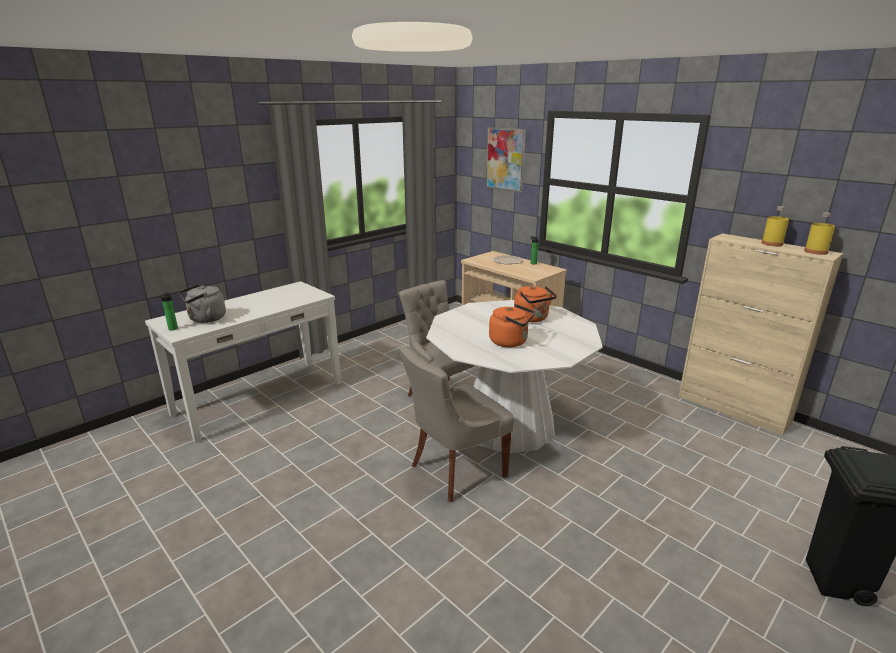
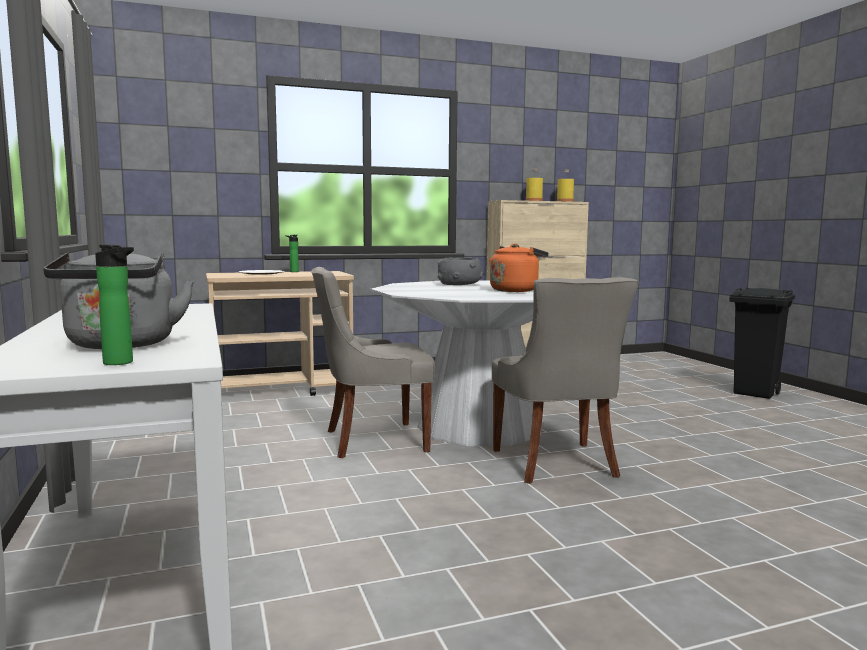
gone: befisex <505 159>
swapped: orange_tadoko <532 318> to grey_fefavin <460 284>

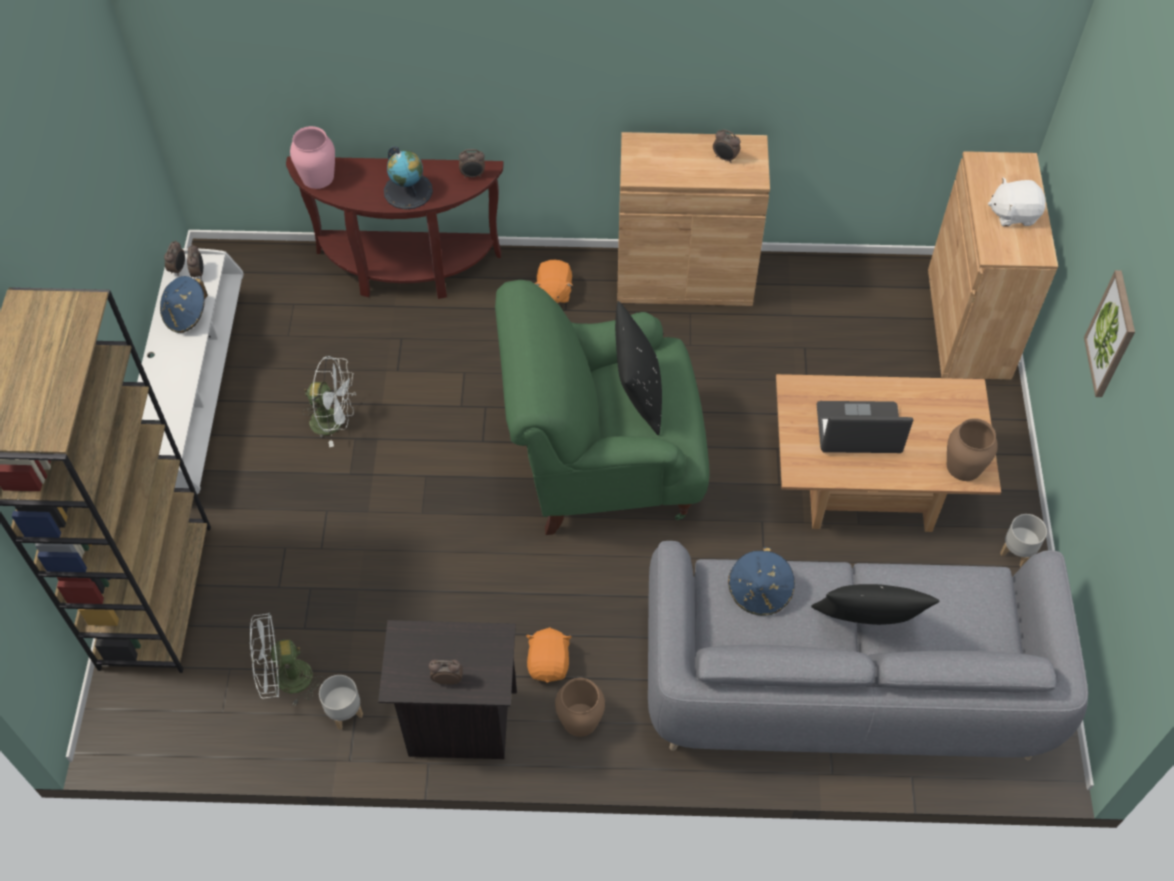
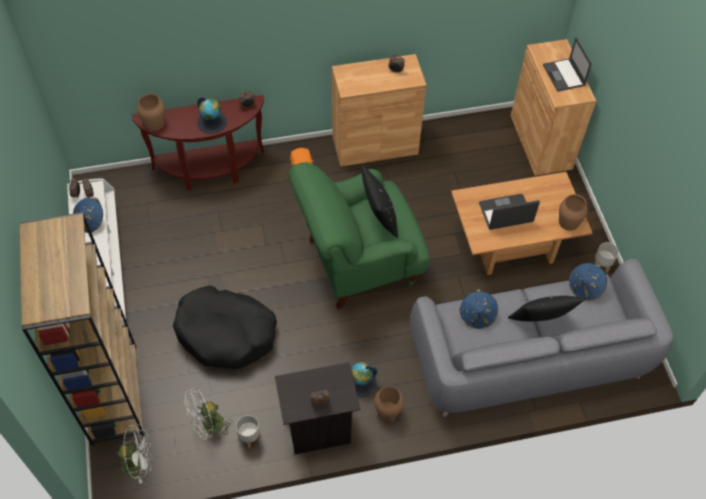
gone: befisex <1111 334>
new: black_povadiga <226 333>; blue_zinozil <585 287>
shifted: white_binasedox <334 421> to <138 463>
swapped: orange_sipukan <549 663> to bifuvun <360 382>; white_sipukan <1013 214> to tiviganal <564 75>
repainted: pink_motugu <318 177> to brown_motugu <154 123>

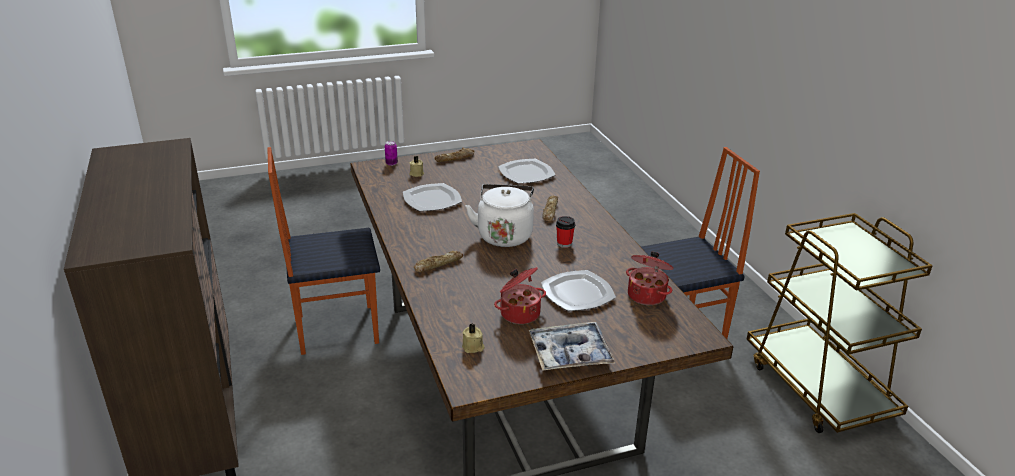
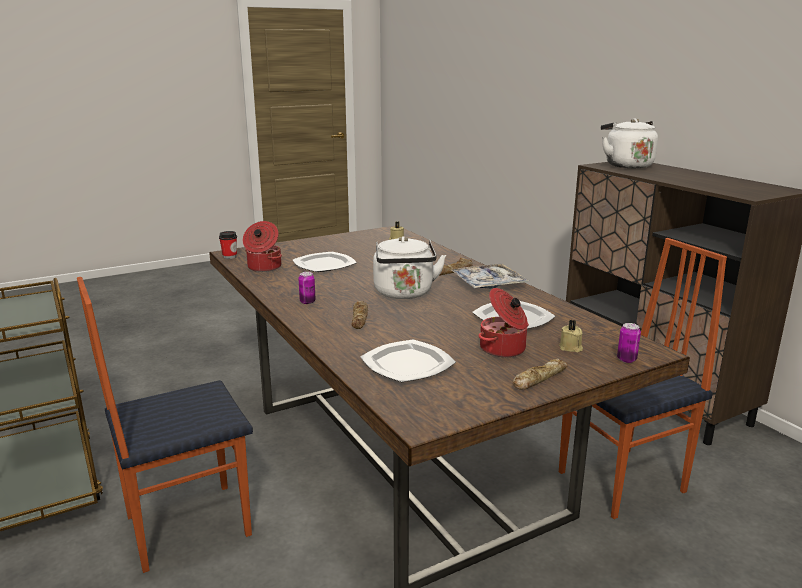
new: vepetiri <307 302>; white_tadoko <626 165>
shifted: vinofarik <519 313> to <503 349>; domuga <570 353> to <488 283>; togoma <564 243> to <229 256>

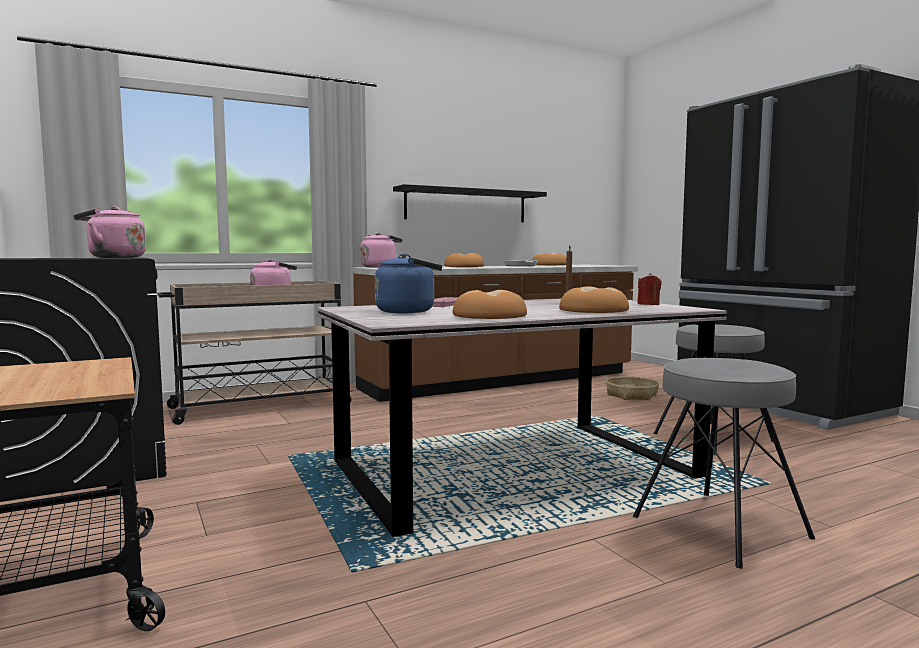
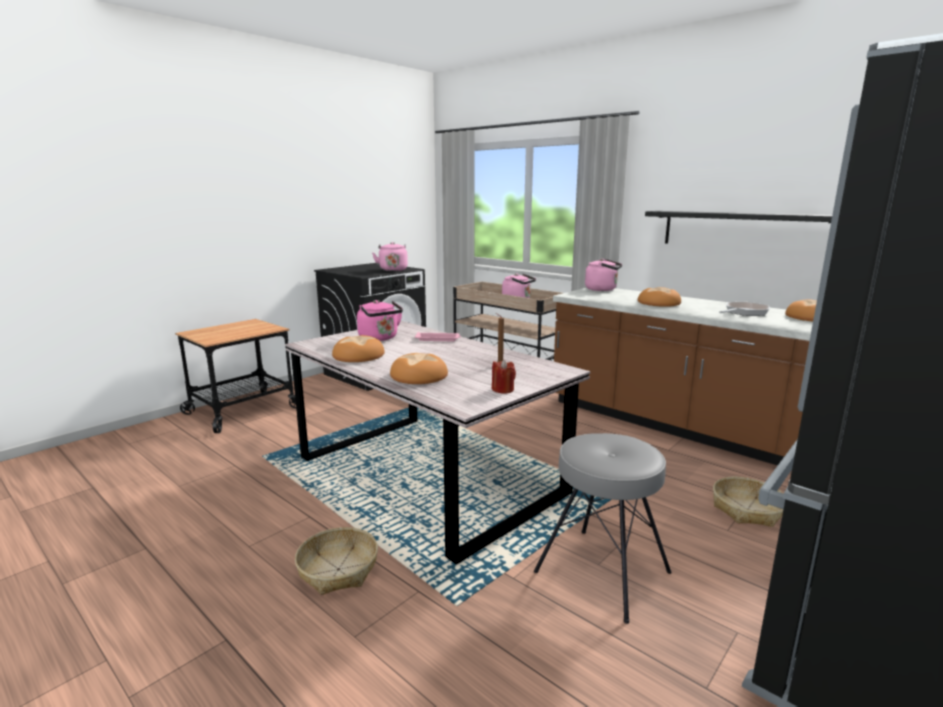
swapped: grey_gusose <719 527> to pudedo <338 569>
repainted: blue_tadoko <409 311> to pink_tadoko <380 338>

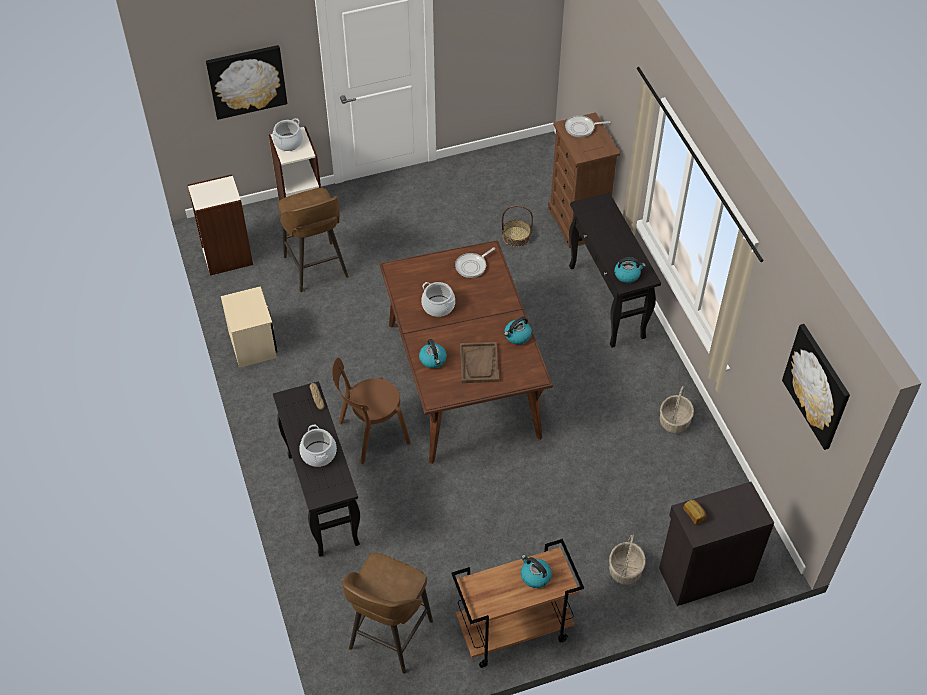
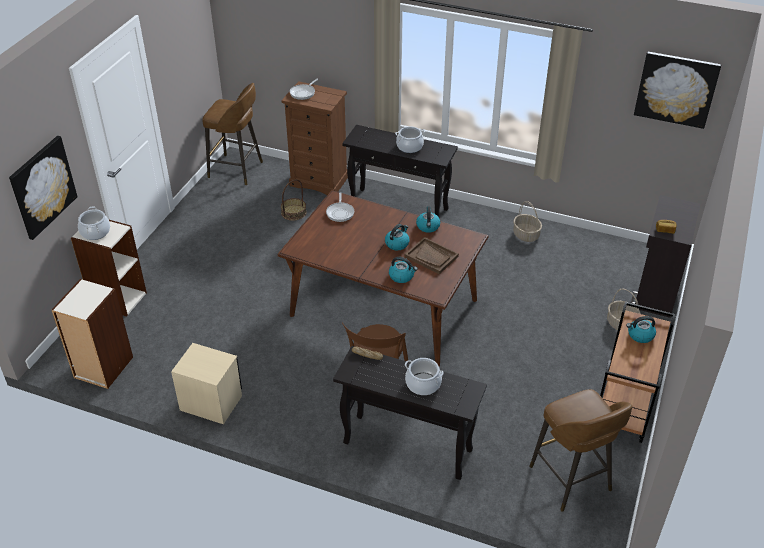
shifted: brown_gusose <316 268> to <237 170>; vinofarik <438 306> to <409 147>; tadoko <627 275> to <397 243>

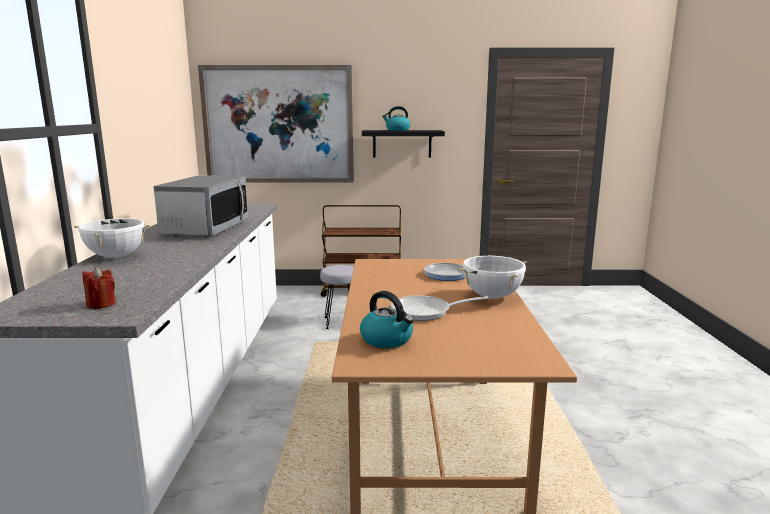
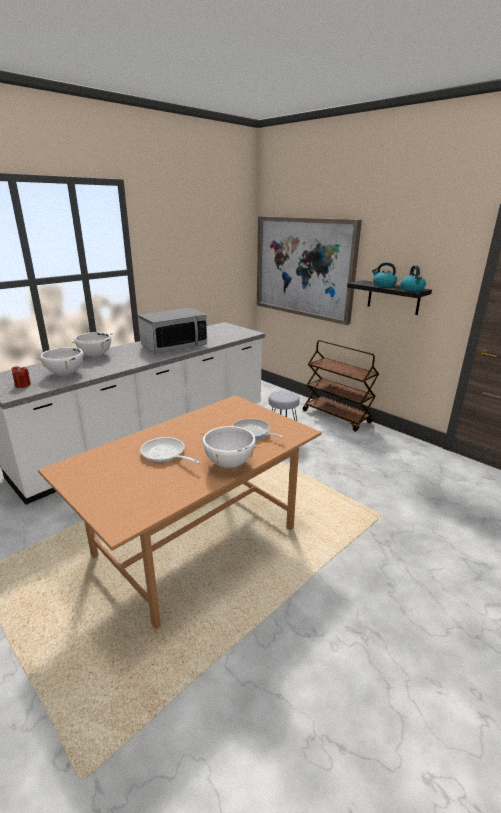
new: white_vinofarik <65 373>
shifted: tadoko <387 340> to <412 289>

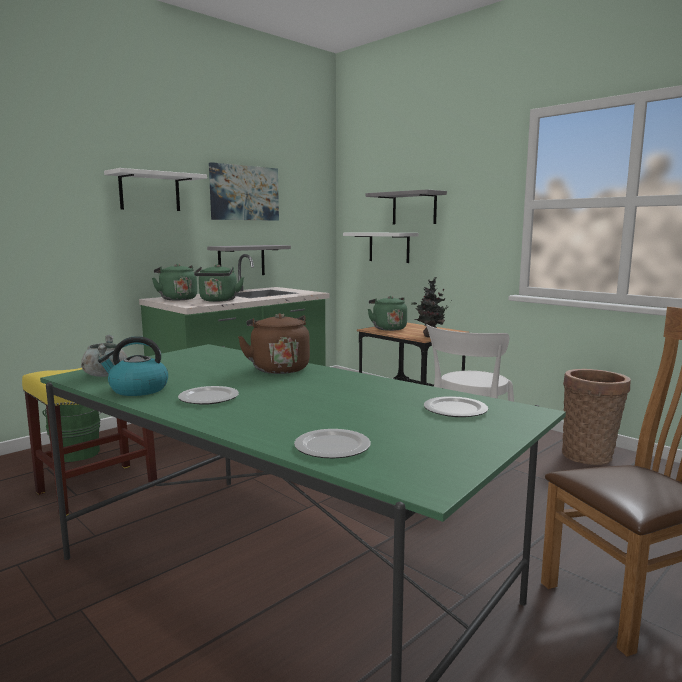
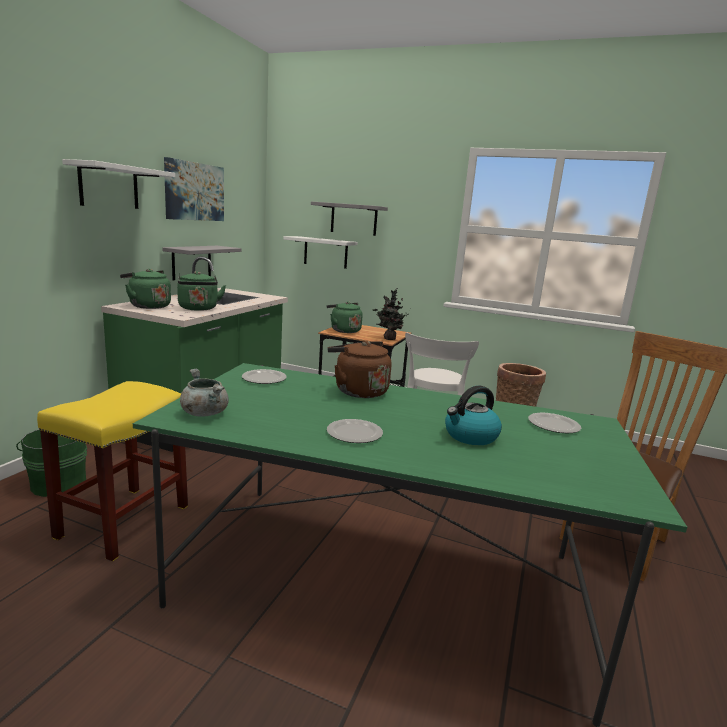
shifted: tadoko <138 390> to <470 436>; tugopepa <333 447> to <265 379>

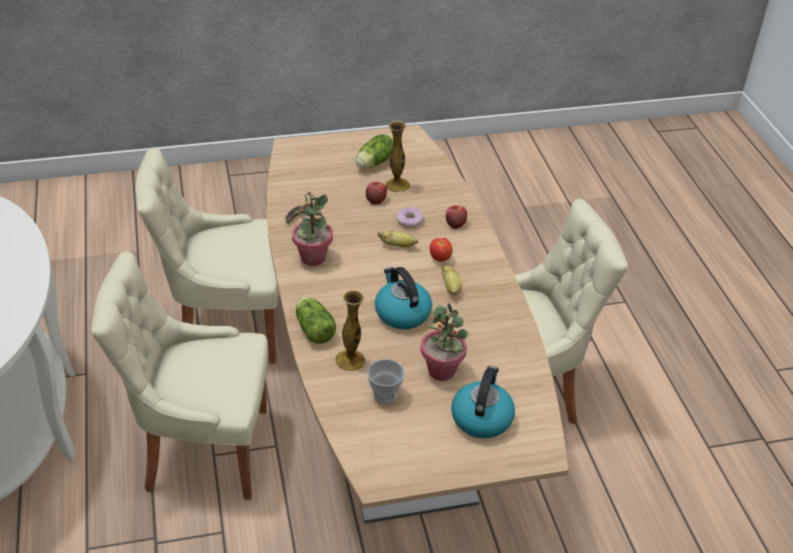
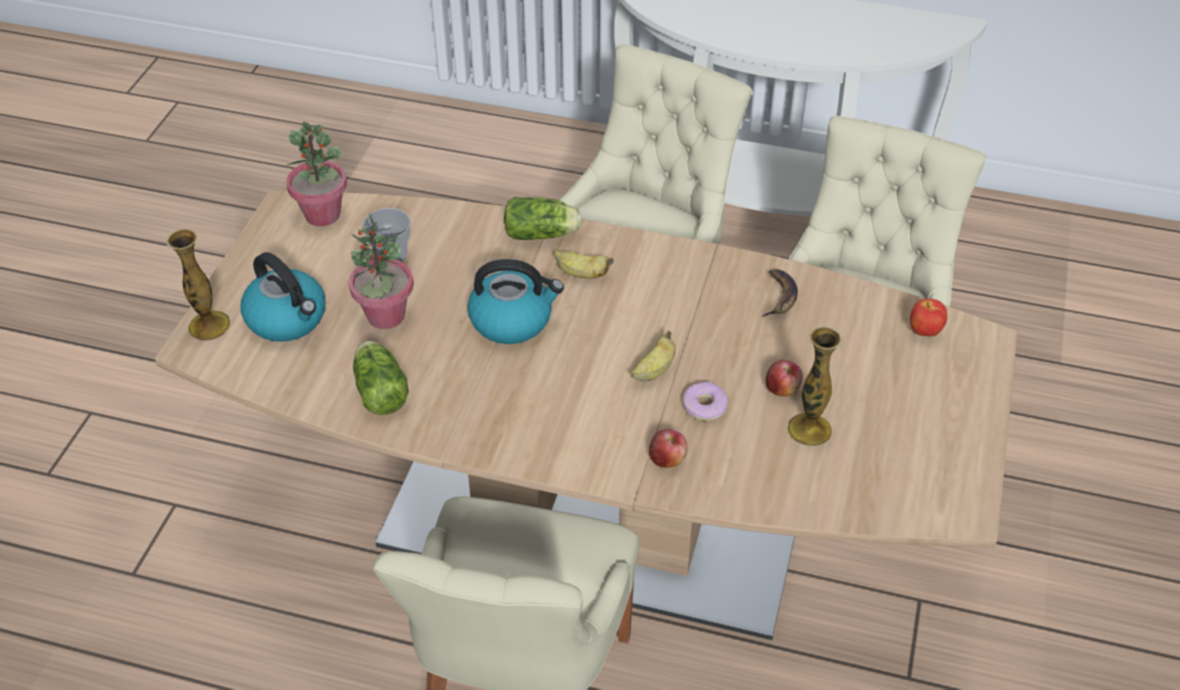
shifted: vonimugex <312 258> to <323 214>; motugu <350 360> to <209 325>; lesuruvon <373 163> to <380 389>; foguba <440 259> to <924 332>; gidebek <451 288> to <581 274>

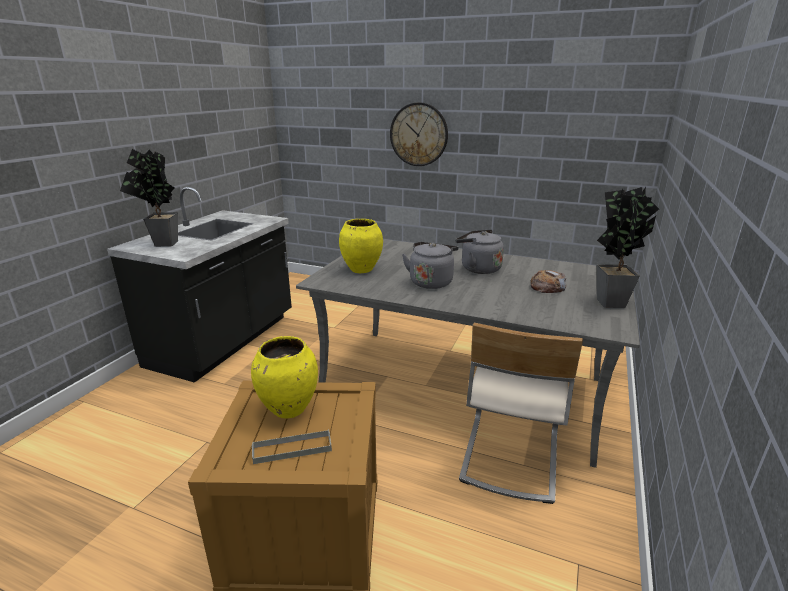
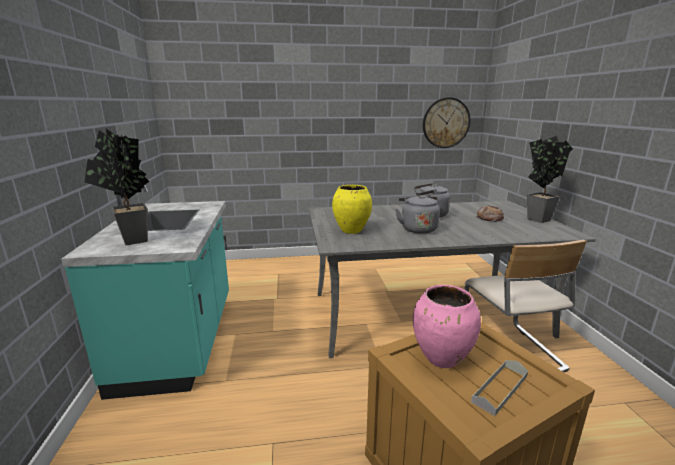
shifted: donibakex <418 134> to <446 123>
repainted: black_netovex <224 341> to turquoise_netovex <180 340>; yellow_motugu <289 409> to pink_motugu <442 359>

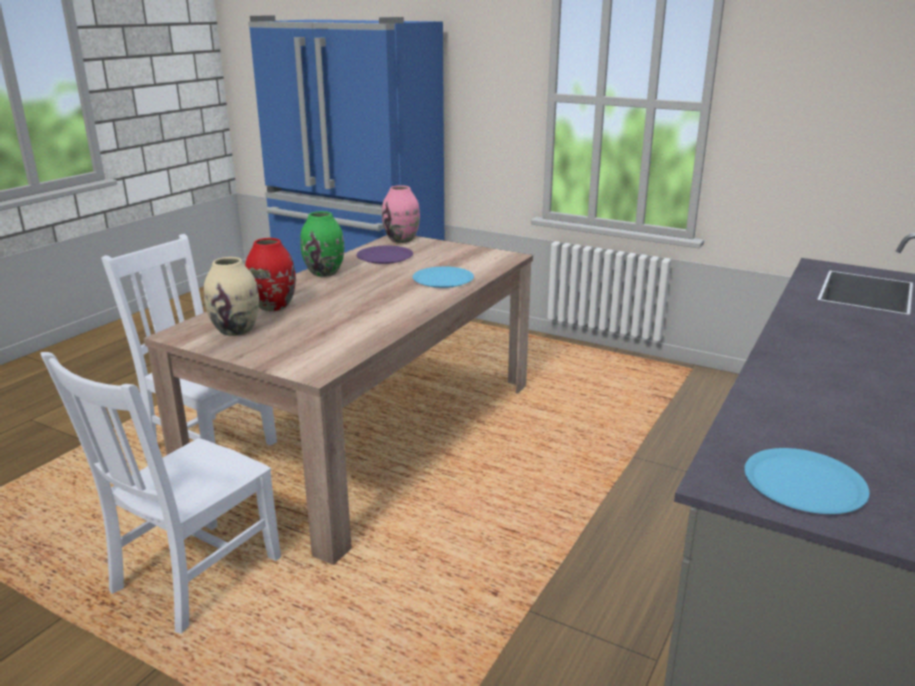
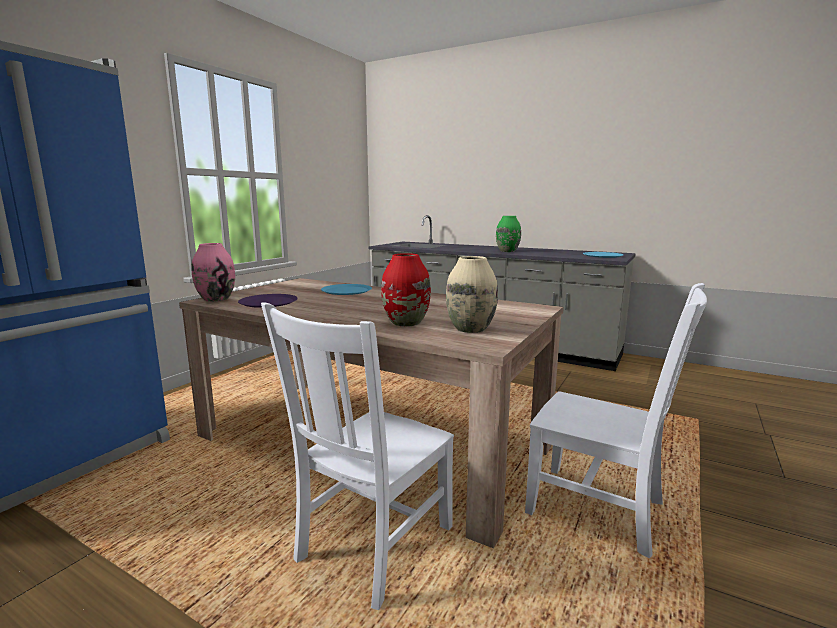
shifted: green_motugu <324 272> to <507 251>

